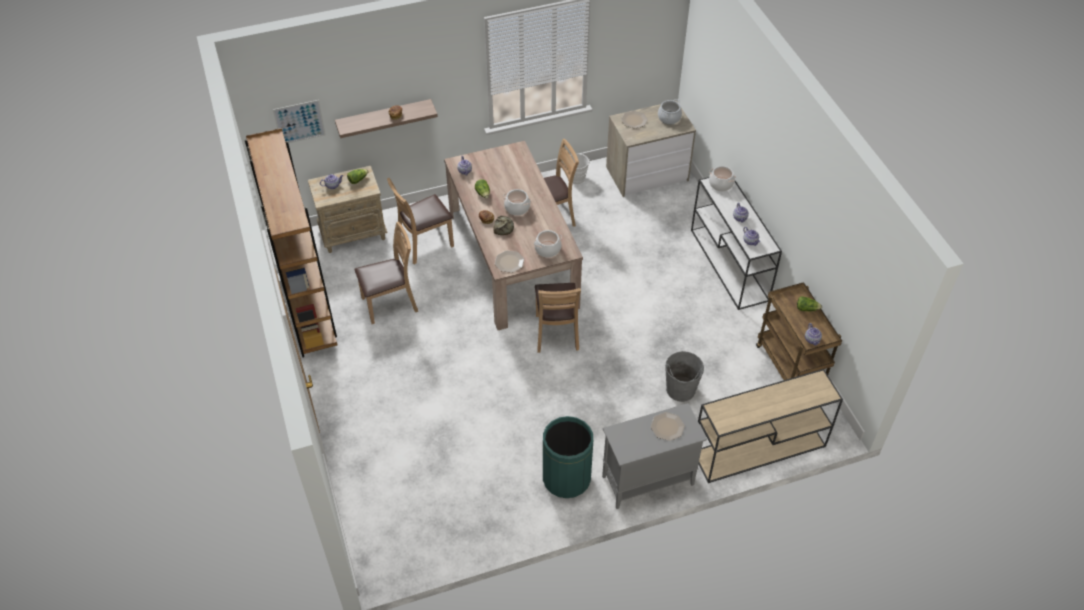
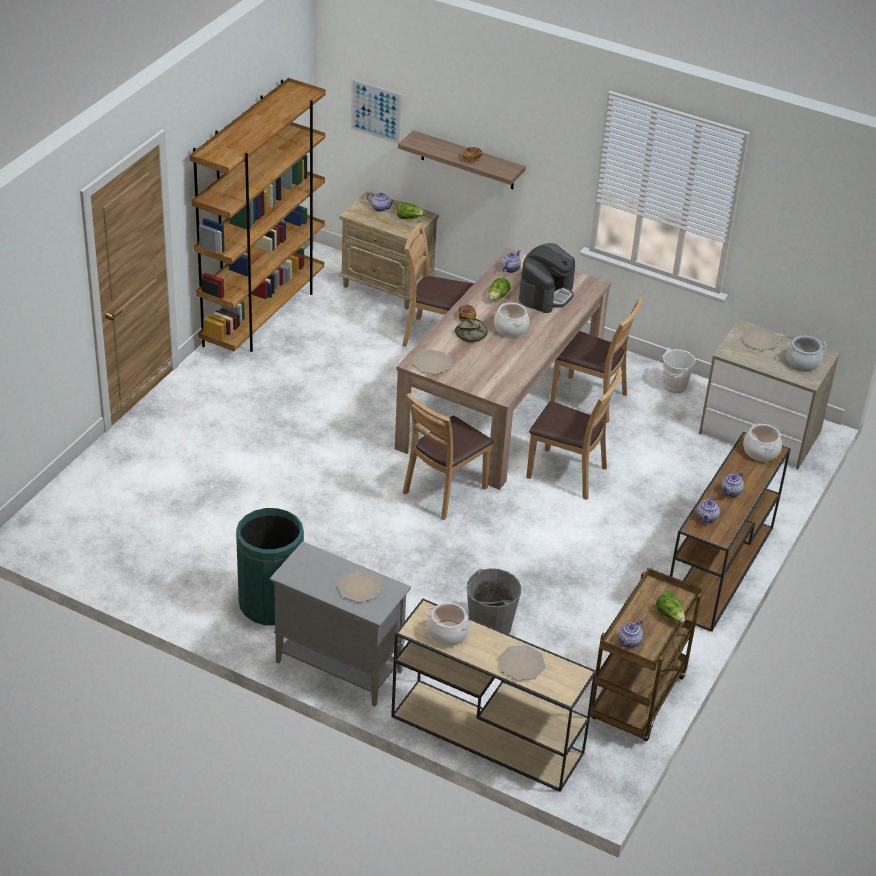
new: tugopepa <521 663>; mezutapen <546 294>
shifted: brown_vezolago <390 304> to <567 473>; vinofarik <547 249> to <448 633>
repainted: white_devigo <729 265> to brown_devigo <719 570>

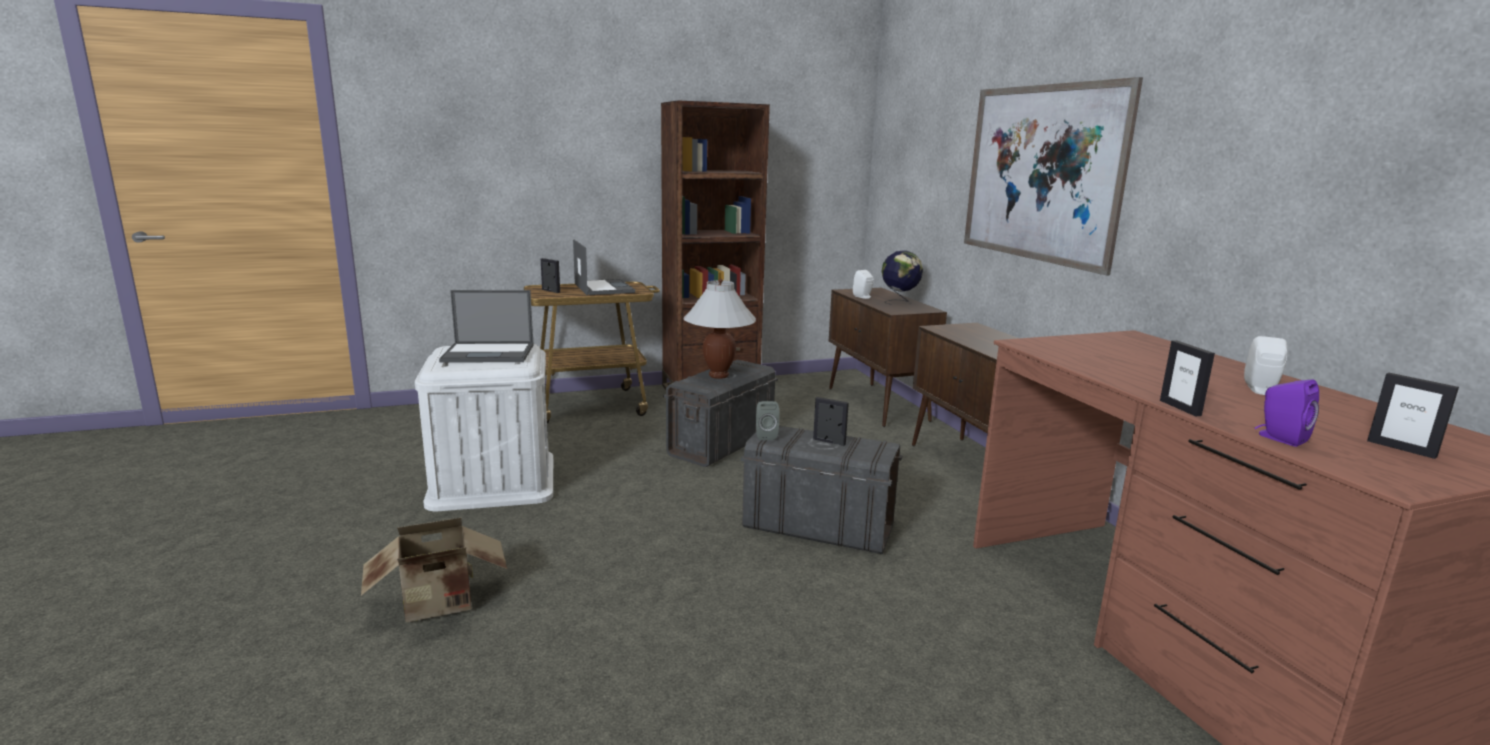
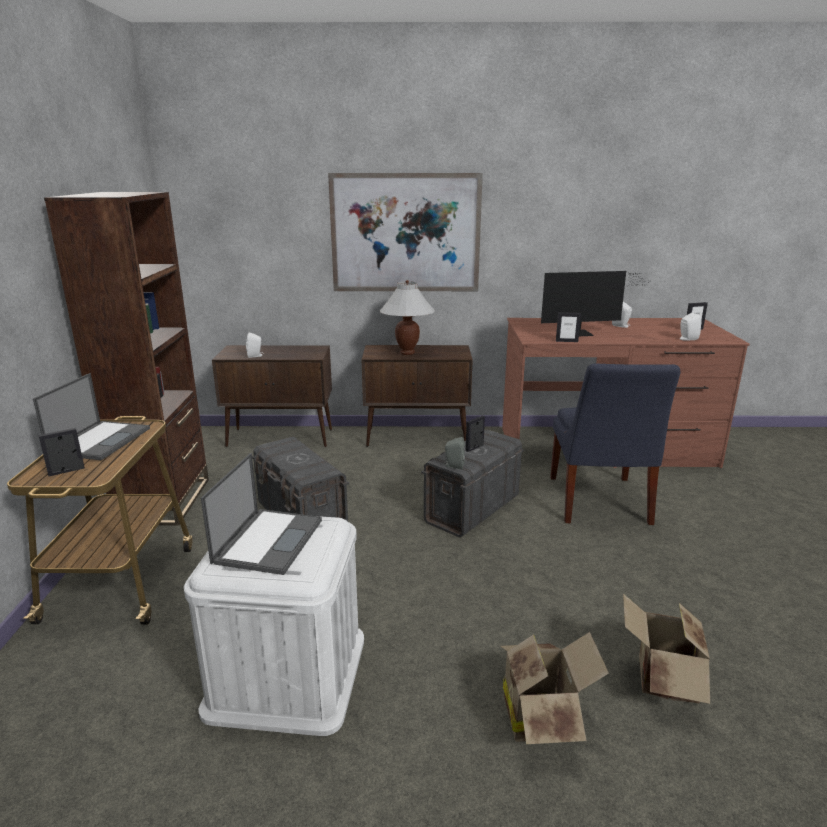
gone: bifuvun <899 302>
new: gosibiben <582 333>; blue_vezolago <598 502>; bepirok <661 680>
shifted: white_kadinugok <718 375> to <407 353>; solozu <1180 408> to <566 341>
repainted: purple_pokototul <1279 438> to white_pokototul <686 339>
rotated: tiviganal <603 288> = <100 440> 105 degrees clockwise

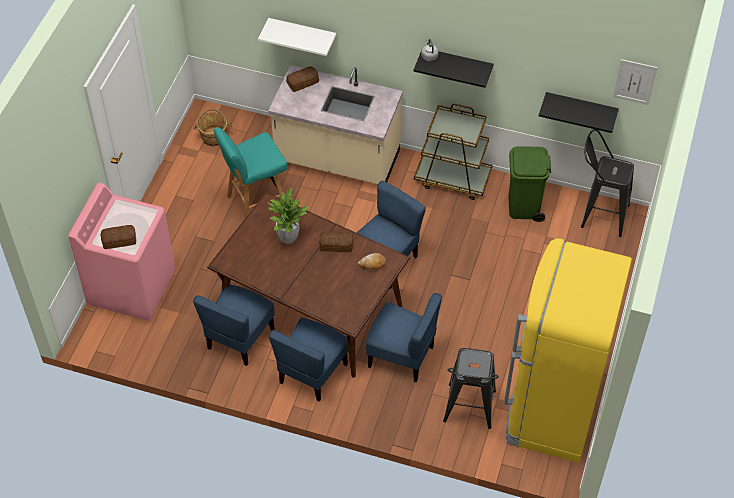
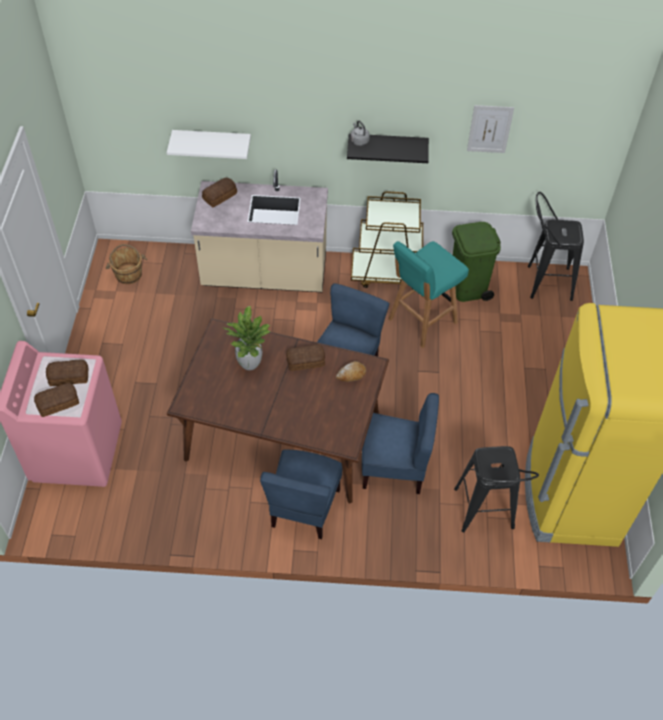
gone: blue_vezolago <239 338>; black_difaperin <580 108>
new: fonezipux <68 376>
shifted: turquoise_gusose <256 204> to <421 321>; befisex <634 81> to <489 129>

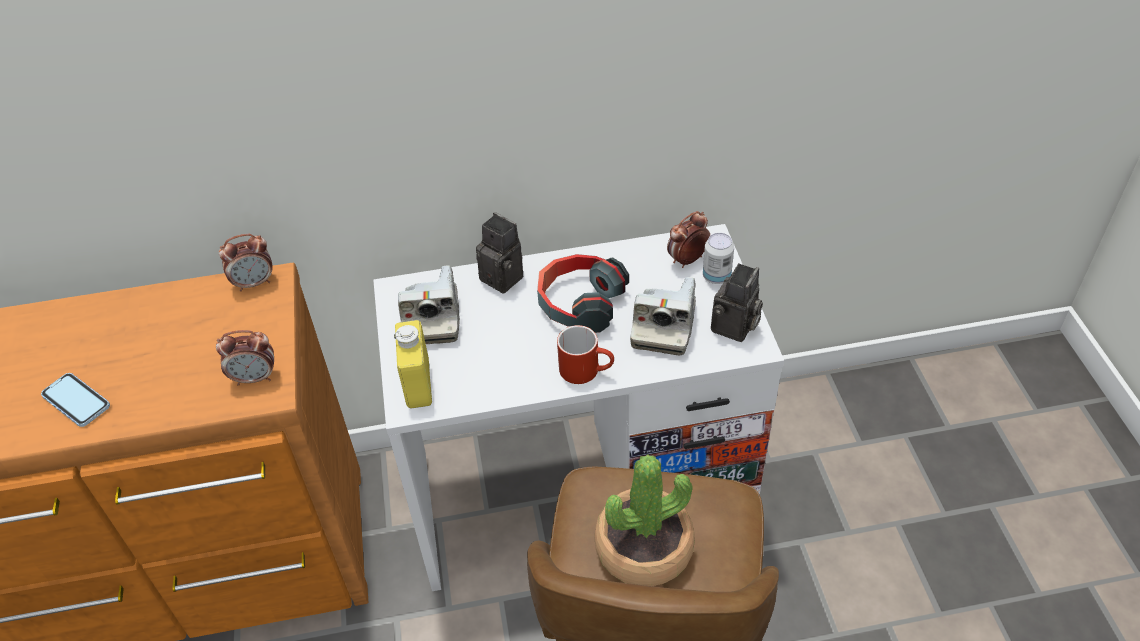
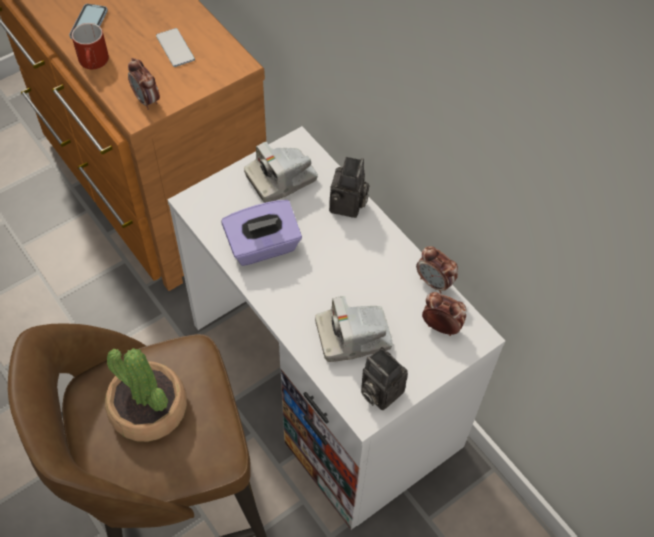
gone: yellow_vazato <418 384>; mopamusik <579 303>; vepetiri <716 276>
new: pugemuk <175 48>; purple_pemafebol <263 246>
shifted: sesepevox <254 283> to <434 283>; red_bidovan <587 370> to <95 63>
rotated: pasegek <734 328> = <378 391> 45 degrees clockwise

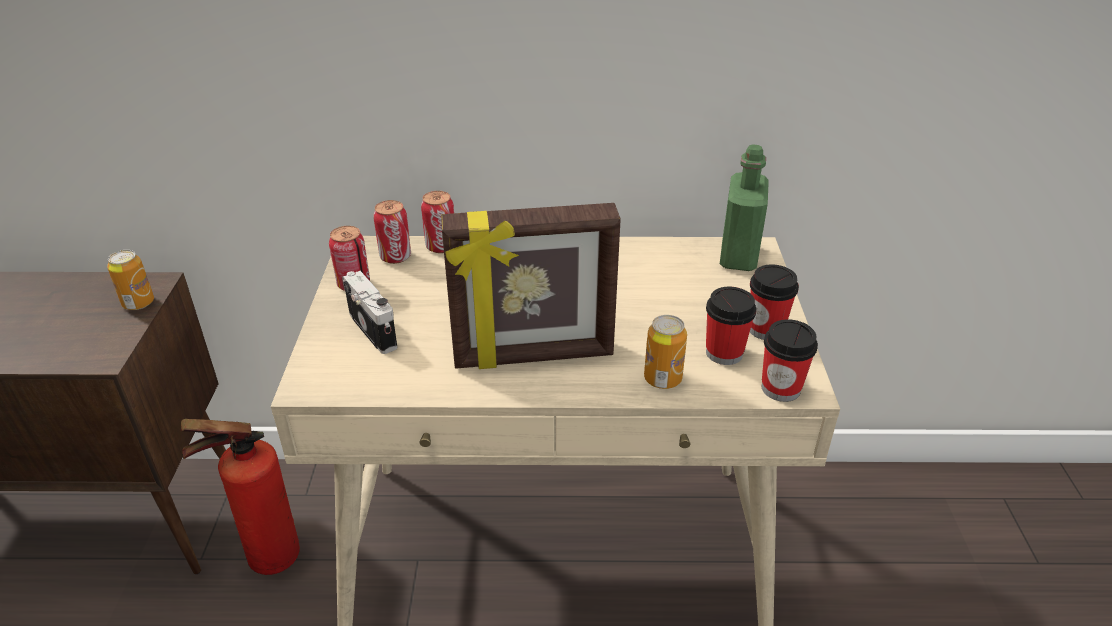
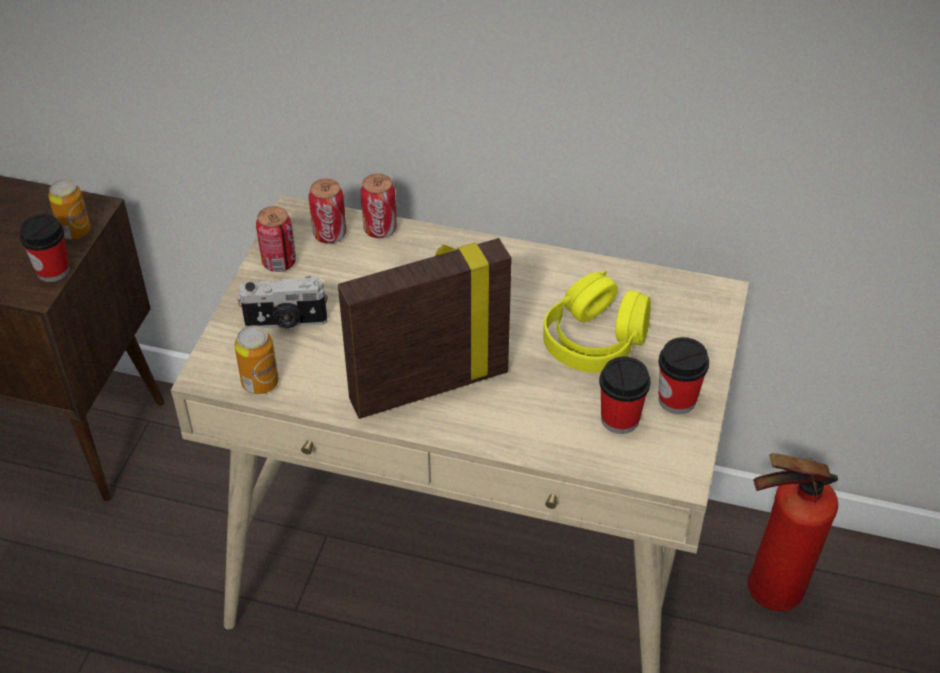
gone: green_vazato <738 257>
new: yellow_mopamusik <595 340>
shifted: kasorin <266 559> to <765 591>; vepetiri <662 379> to <260 383>; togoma <780 388> to <53 270>
rotated: pasegek <375 329> = <286 322> 105 degrees clockwise; solozu <533 357> = <428 385> 150 degrees clockwise

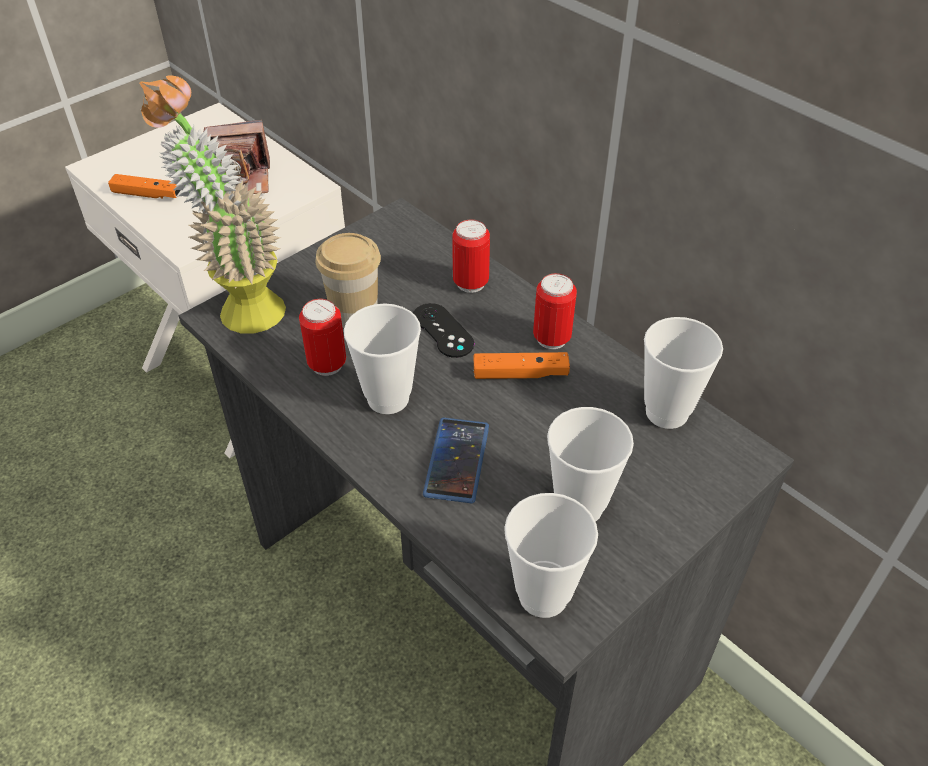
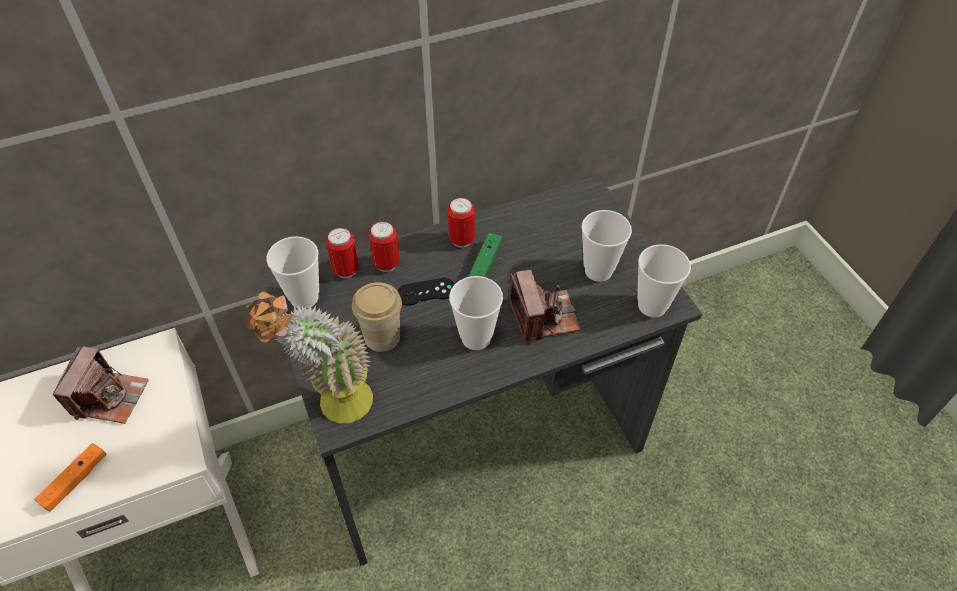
shifted: vepetiri <327 364> to <346 270>; togoma <666 412> to <304 298>
swapped: pugemuk <457 460> to pasegek <543 316>
repainted: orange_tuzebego <520 374> to green_tuzebego <485 264>

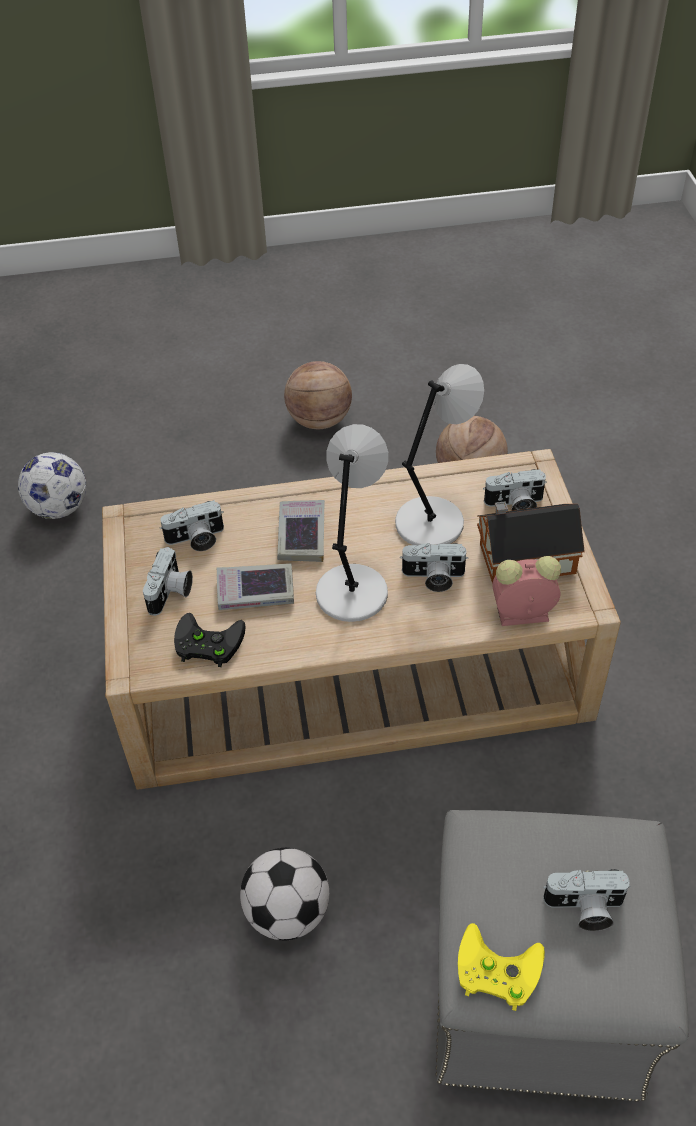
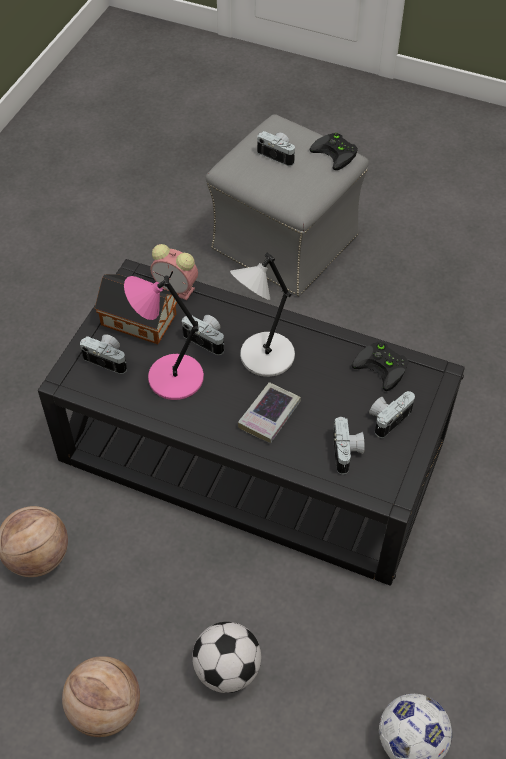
gone: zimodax <255 591>
shifted: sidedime <287 912> to <227 669>
repainted: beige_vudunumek <351 659> to black_vudunumek <251 451>; grey_kadinugok <432 521> to pink_kadinugok <172 378>; yellow_tuzebego <494 971> to black_tuzebego <337 153>
rotated: pasegek <196 539> = <347 452> 75 degrees clockwise

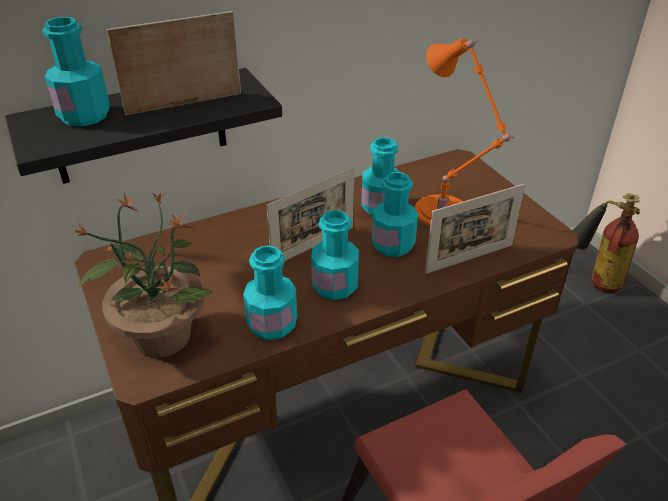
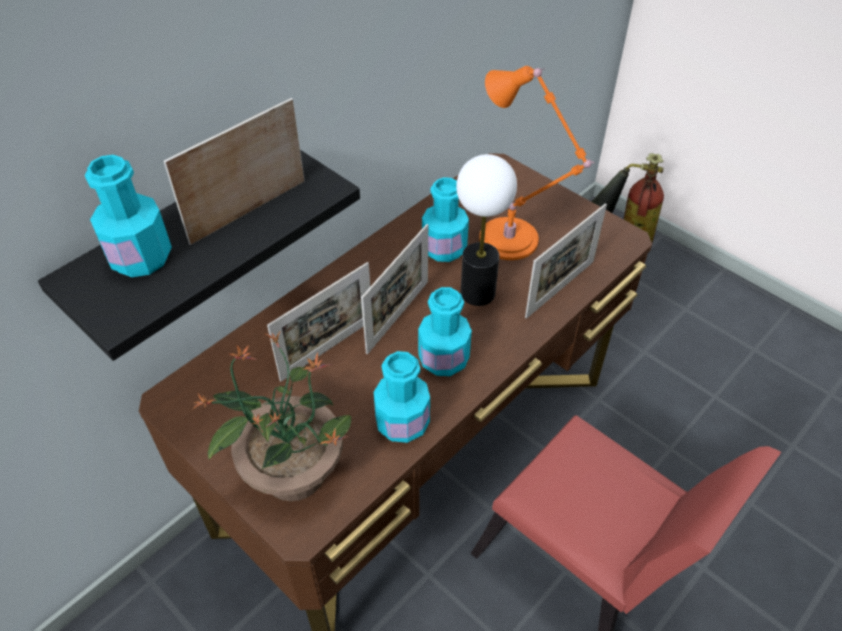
new: solozu <327 349>
swapped: turquoise_vazato <393 245> to kadinugok <478 293>

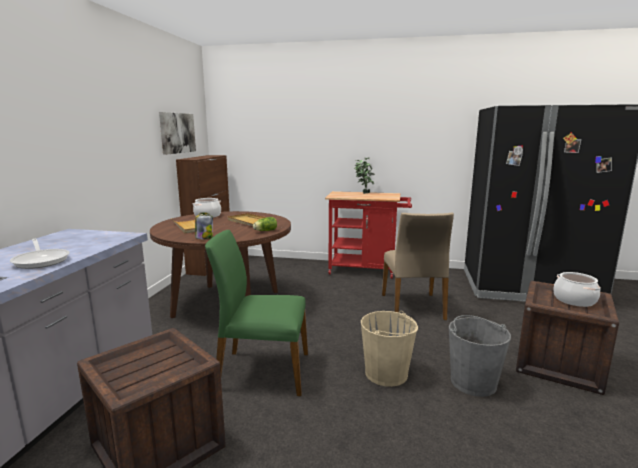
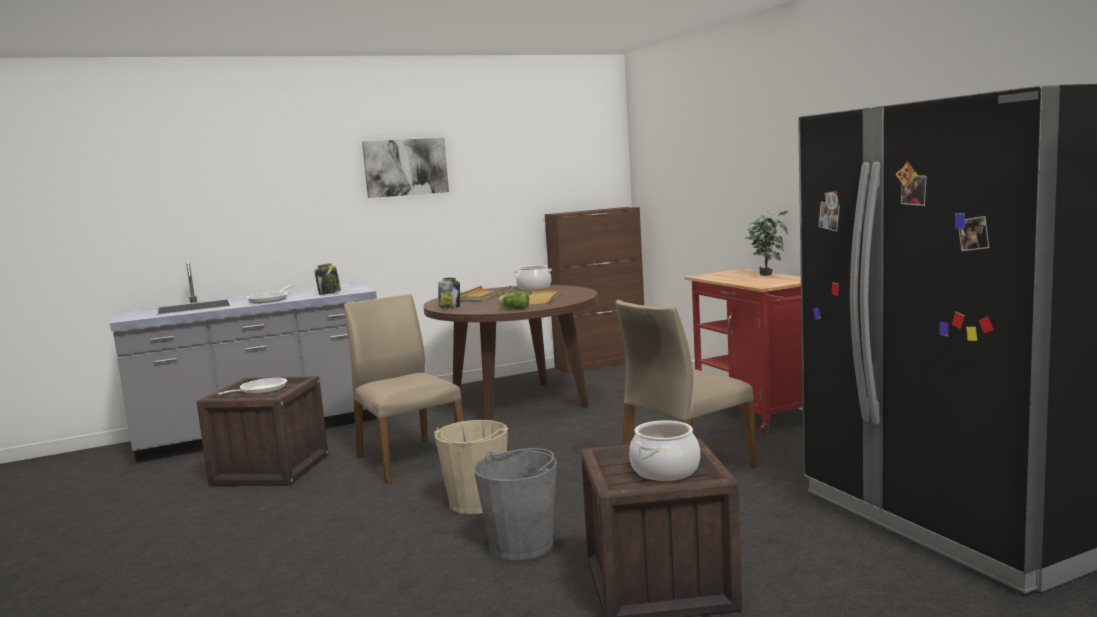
new: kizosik <260 390>; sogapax <329 293>
shifted: befisex <177 133> to <406 167>
repainted: green_vezolago <262 371> to beige_vezolago <409 459>

